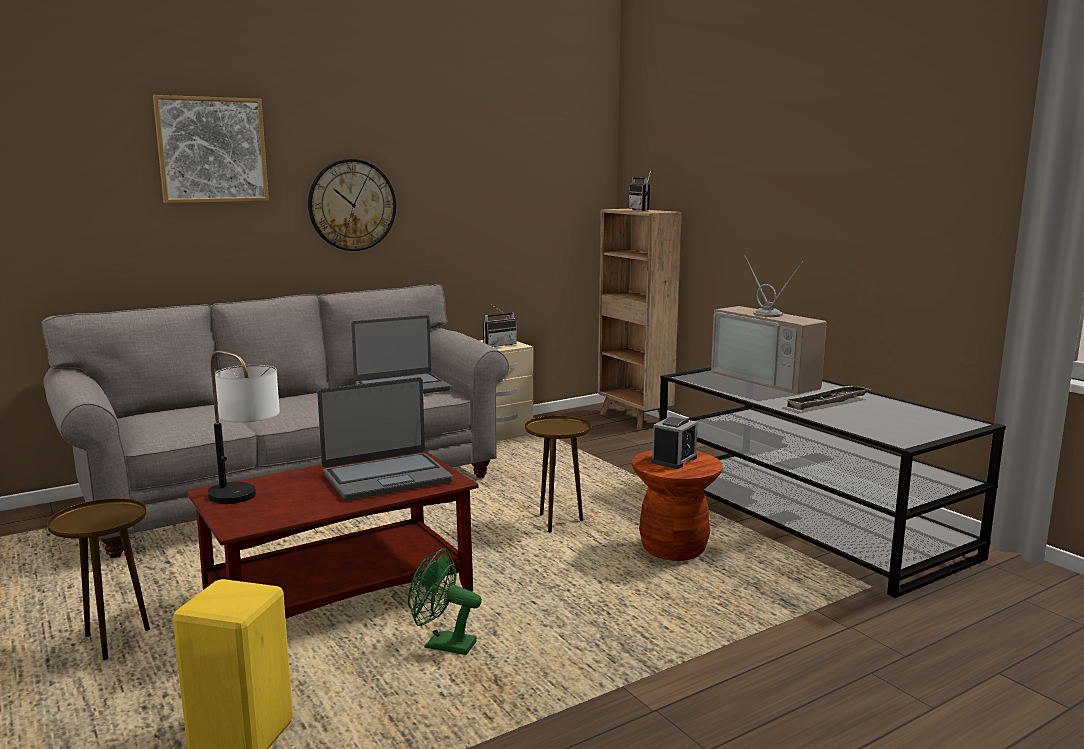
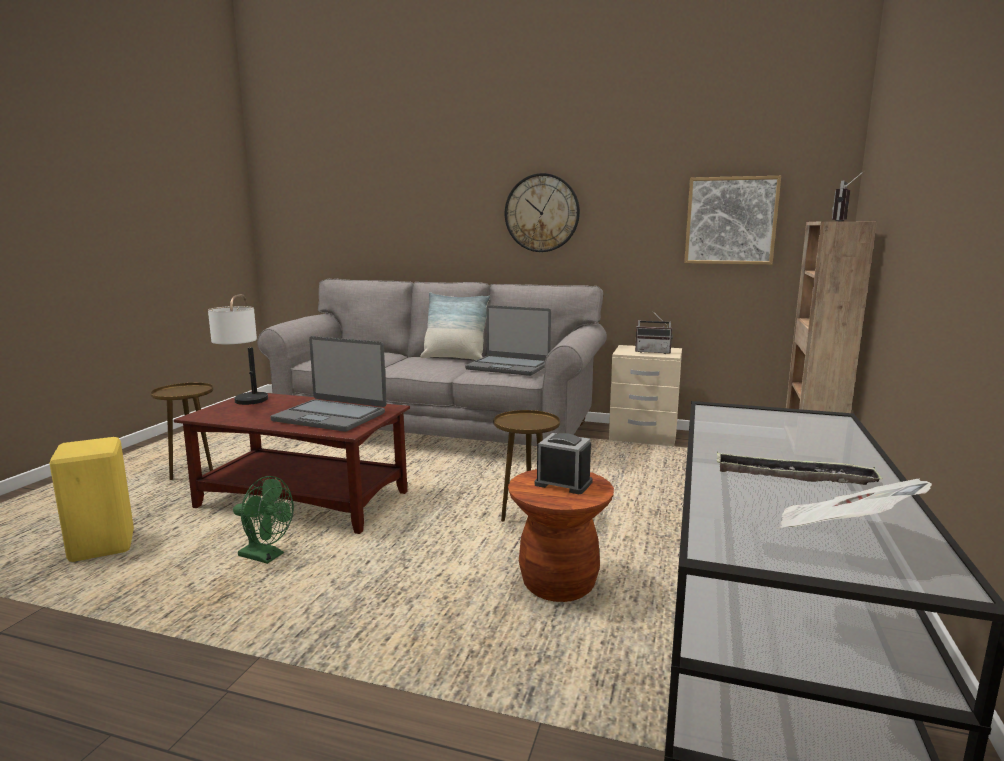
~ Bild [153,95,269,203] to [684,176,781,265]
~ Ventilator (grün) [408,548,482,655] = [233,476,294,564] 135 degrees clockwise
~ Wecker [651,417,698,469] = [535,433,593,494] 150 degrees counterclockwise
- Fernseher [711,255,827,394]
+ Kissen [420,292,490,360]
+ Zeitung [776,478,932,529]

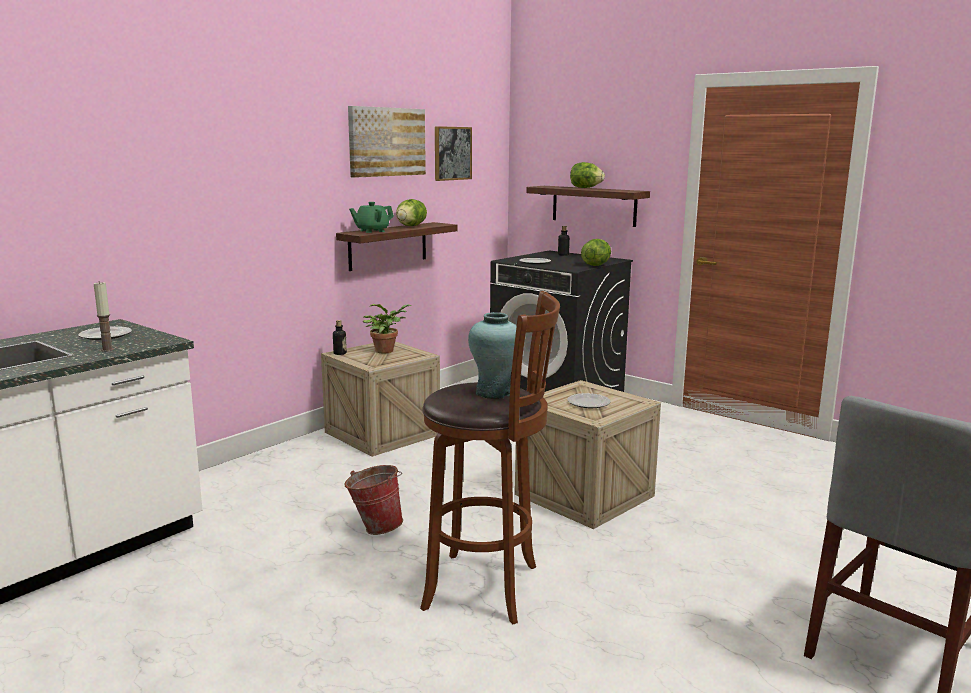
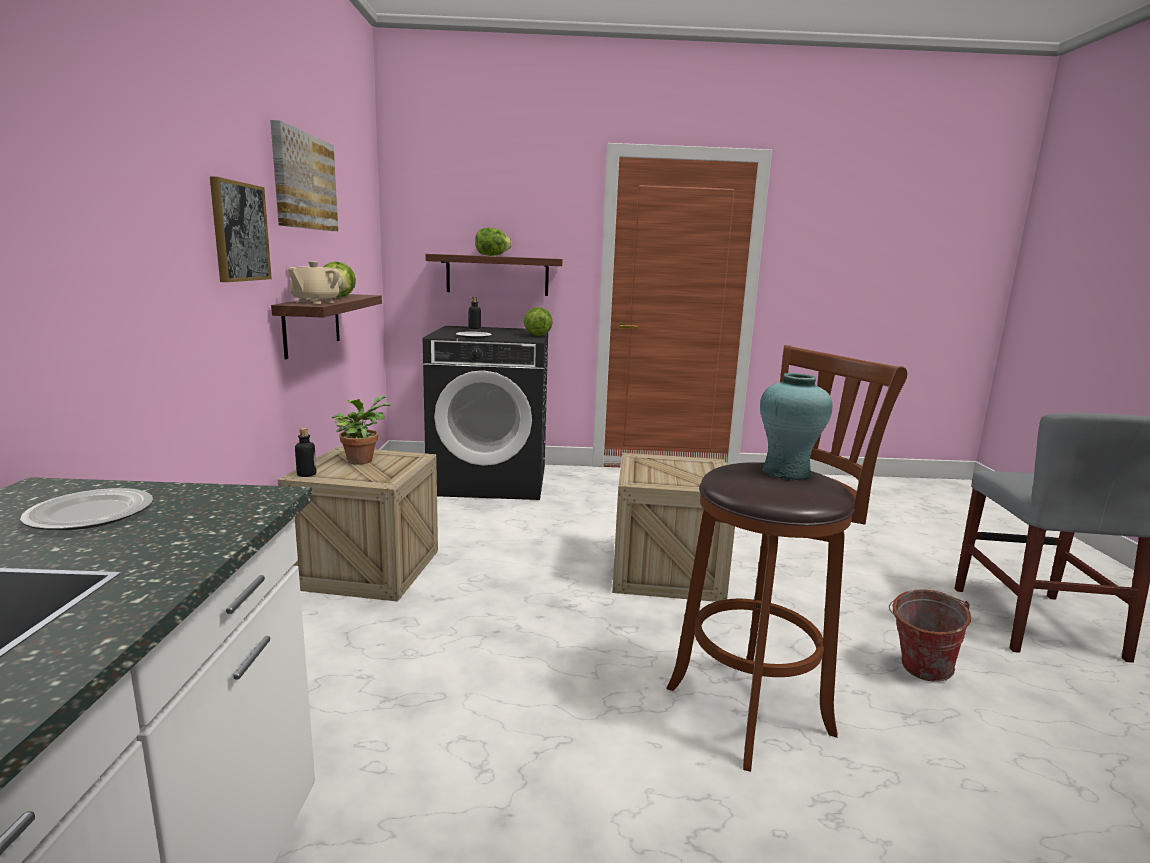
- Kerze [94,281,114,352]
~ Eimer [344,465,403,535] to [889,589,971,682]
~ Teekanne (grün) [349,202,394,233] to Teekanne (beige) [288,261,339,304]
~ Bild [435,126,472,181] to [210,176,272,282]
- Teller [567,393,611,408]

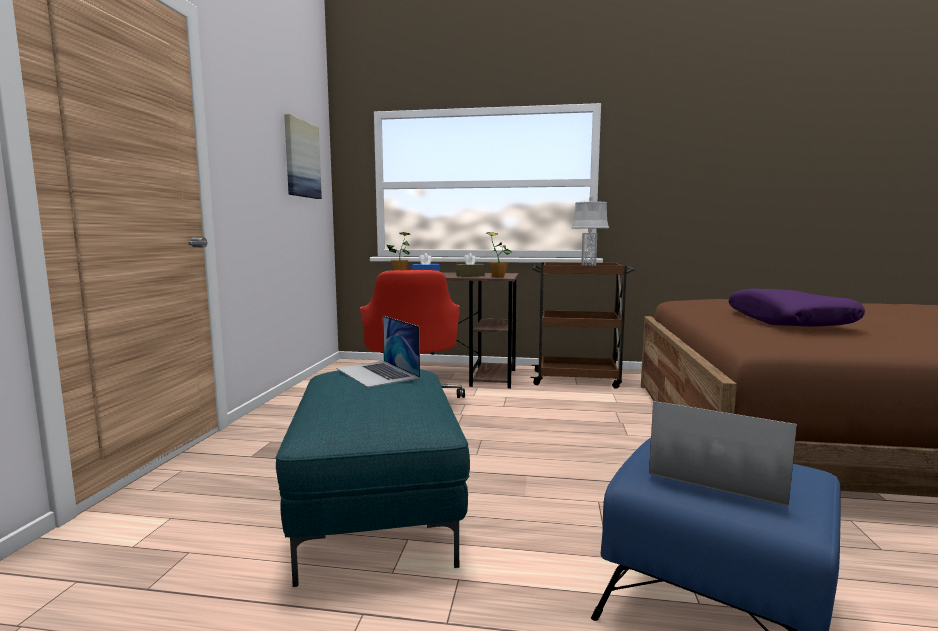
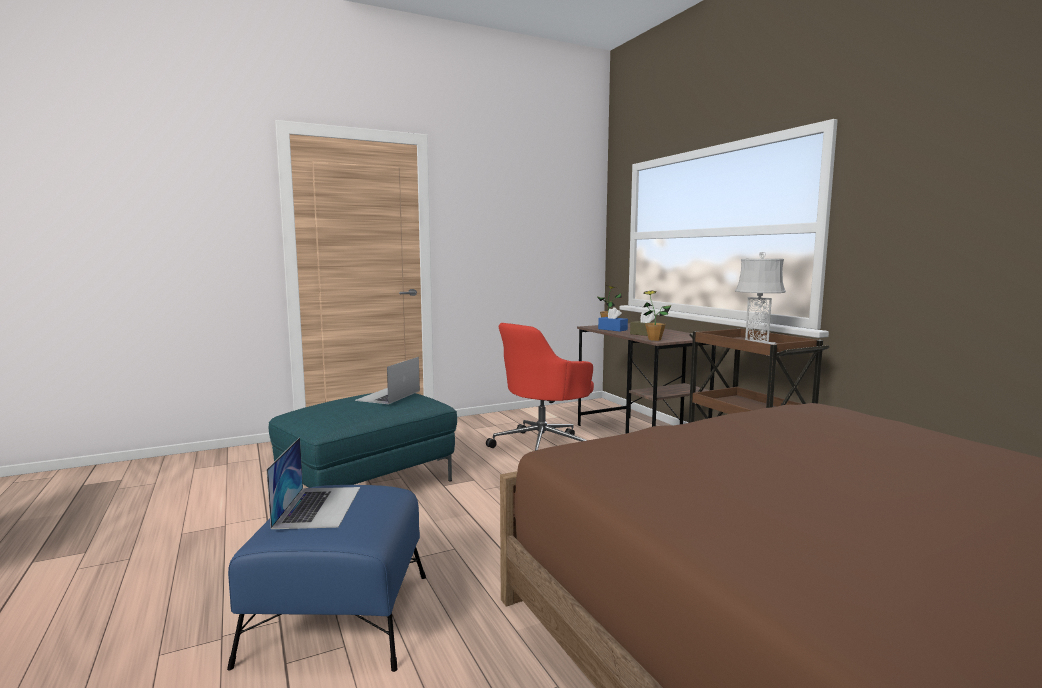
- Bild [284,114,322,199]
- Kissen (lila) [729,288,865,327]

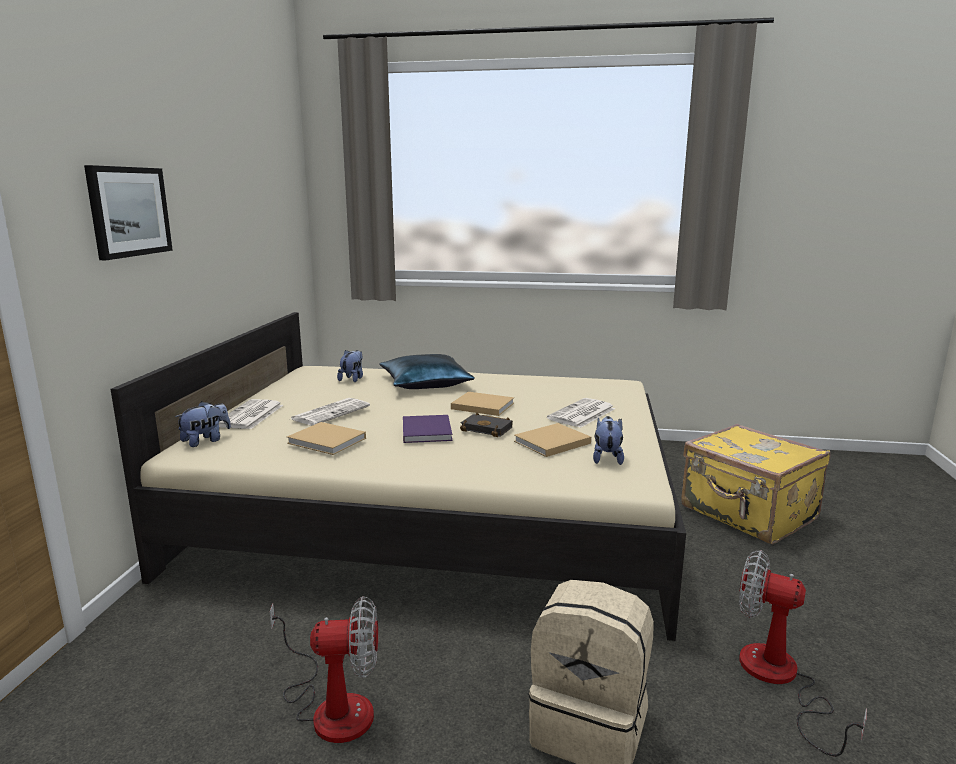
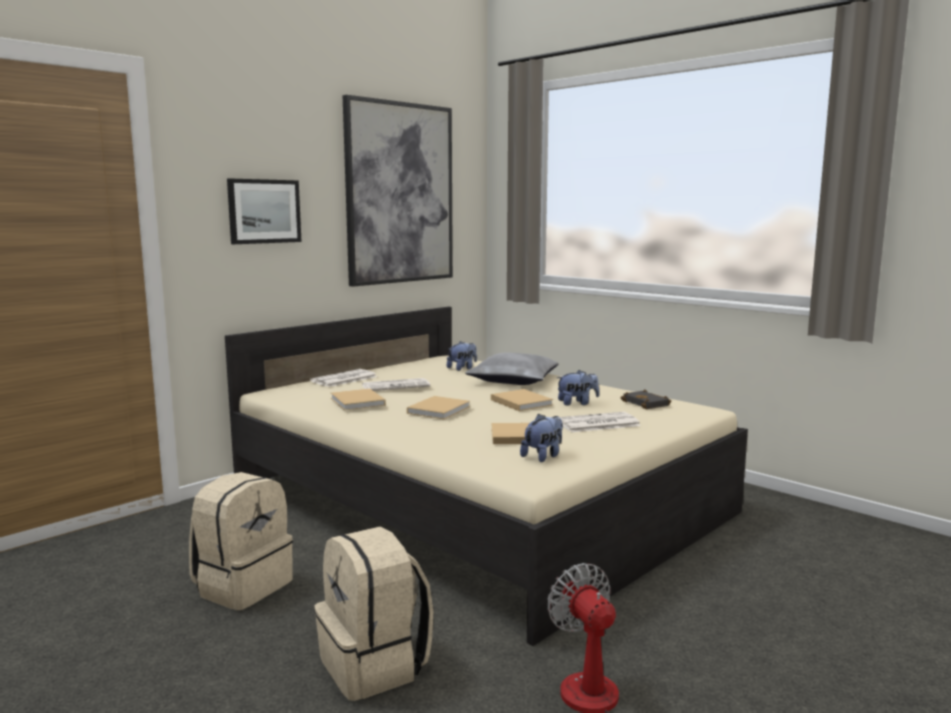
~ Plüschtier [175,401,231,447] to [557,370,599,406]
~ Ventilator [270,596,378,743] to Rucksack (beige) [189,472,293,610]
~ Kissen (blau) [379,354,475,389] to Kissen (grau) [465,353,559,385]
~ Buch (lila) [403,415,453,443] to Buch (beige) [407,396,470,419]
~ Buch (schwarz) [460,413,513,437] to [621,389,671,409]
- Koffer (gelb) [681,424,831,545]
+ Bild [343,95,453,287]

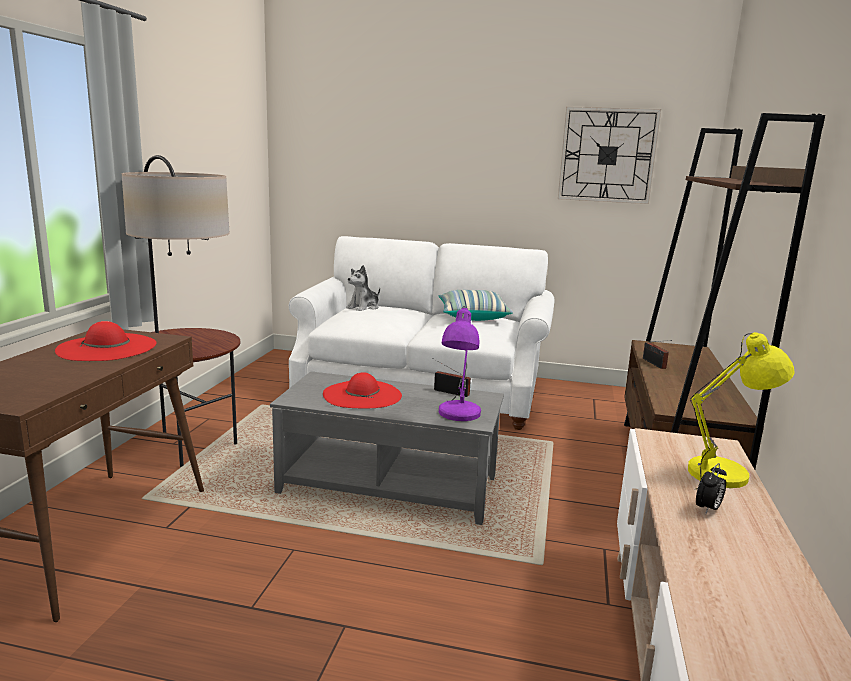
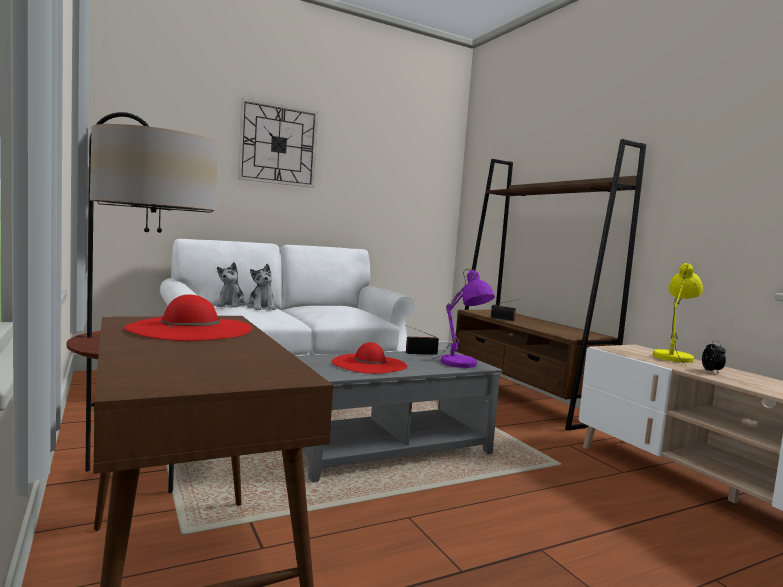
- Kissen [439,290,513,321]
~ Wanduhr [558,107,661,204] to [238,98,318,188]
+ Plüschtier [247,264,276,310]

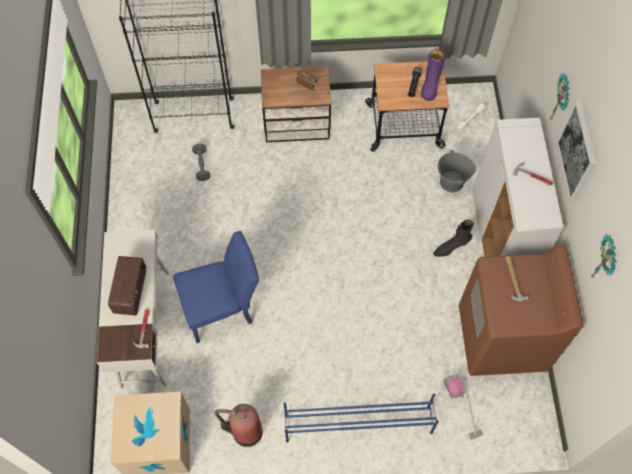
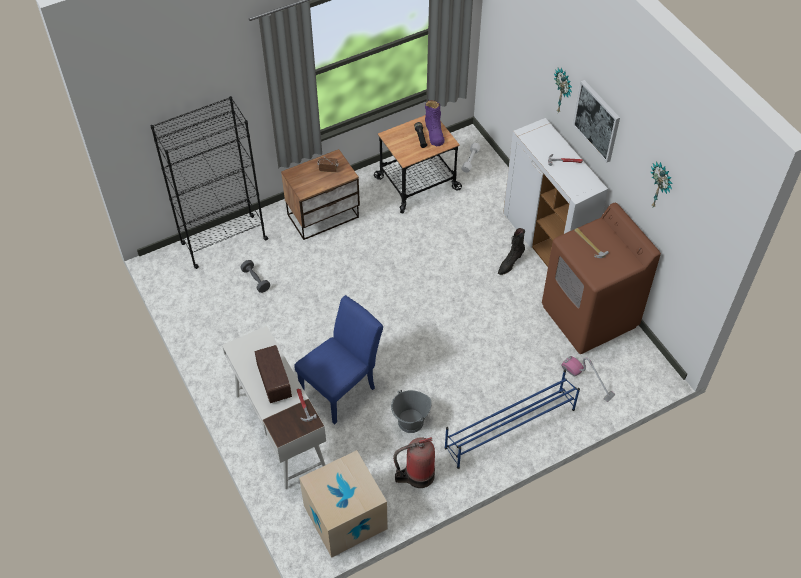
~ Eimer (grau) [437,150,476,192] to [391,390,432,433]

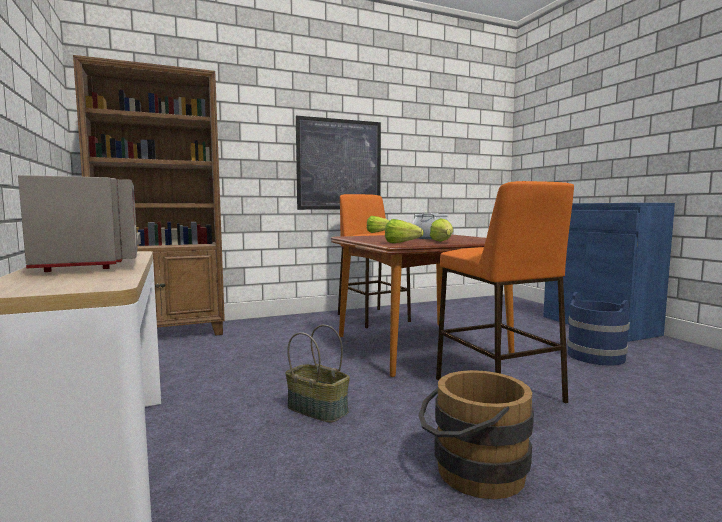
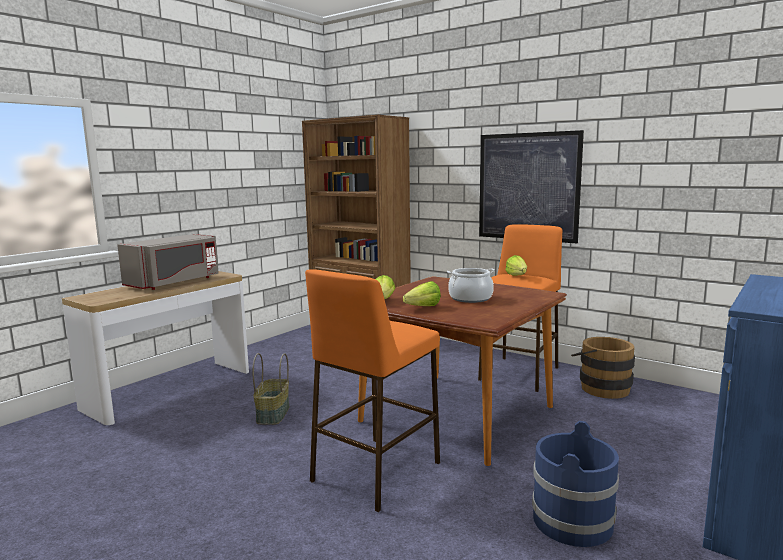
~ Eimer (braun) [418,370,534,499] to [571,337,635,399]

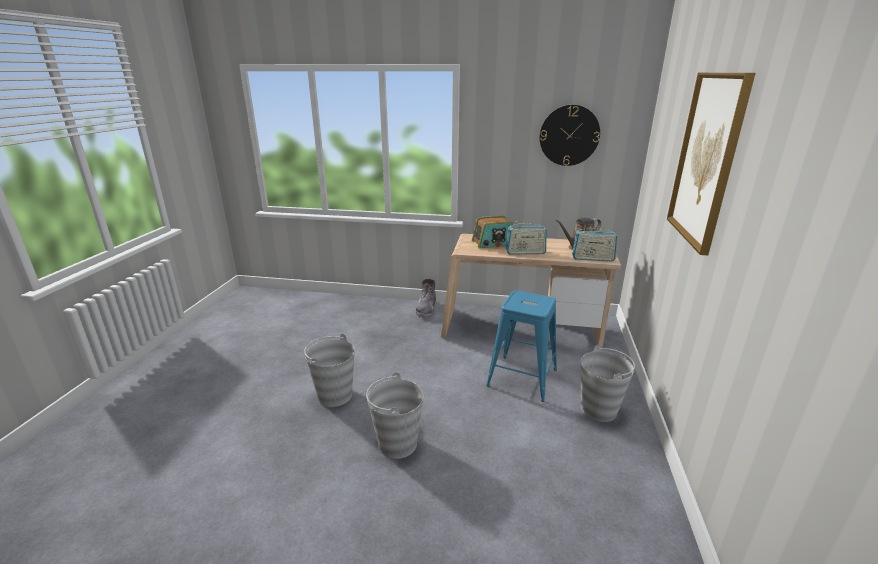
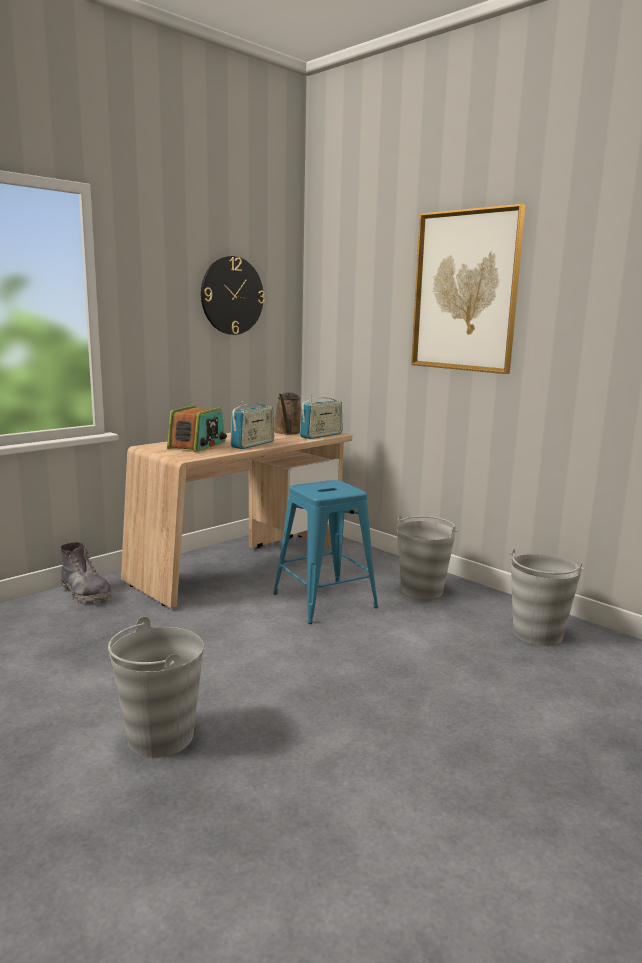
~ Eimer (grau) [366,372,424,459] to [509,549,585,646]

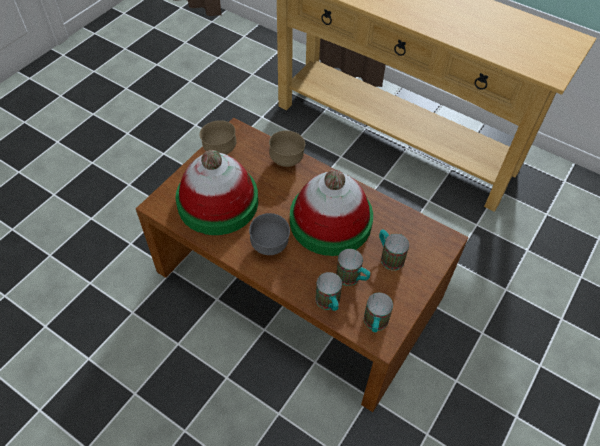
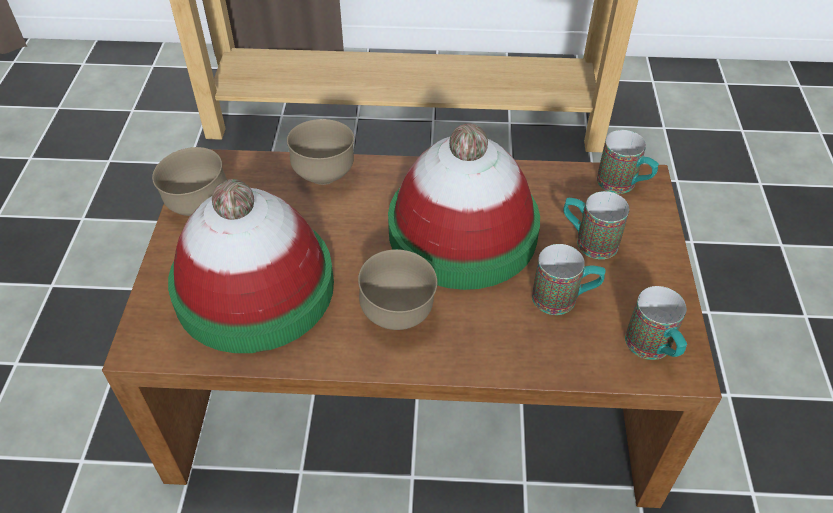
~ Schüssel (grau) [249,213,290,255] to Schüssel (braun) [358,249,437,330]
~ Henkelbecher [315,272,342,311] to [597,130,659,194]

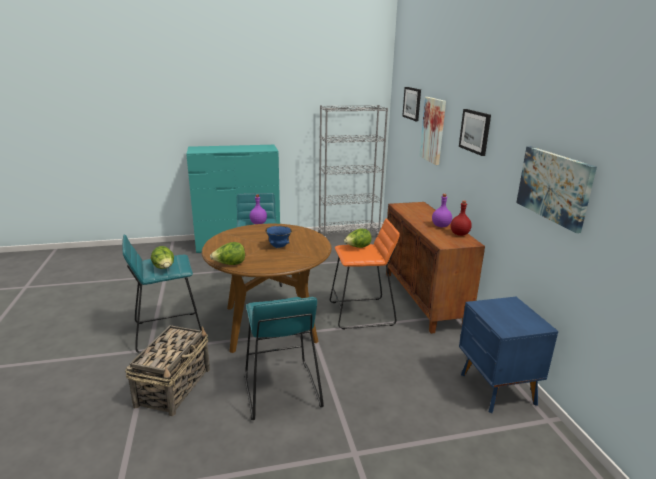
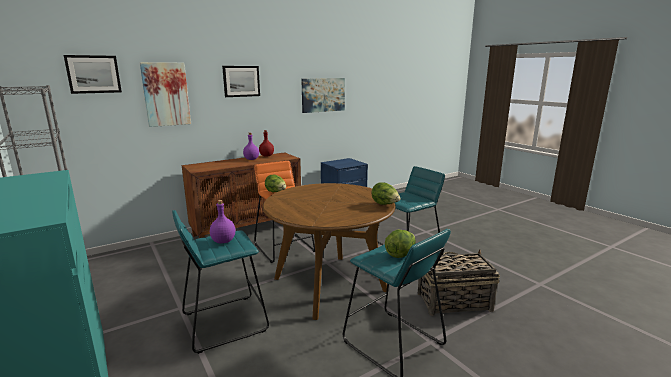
- Schüssel (blau) [265,226,292,248]

